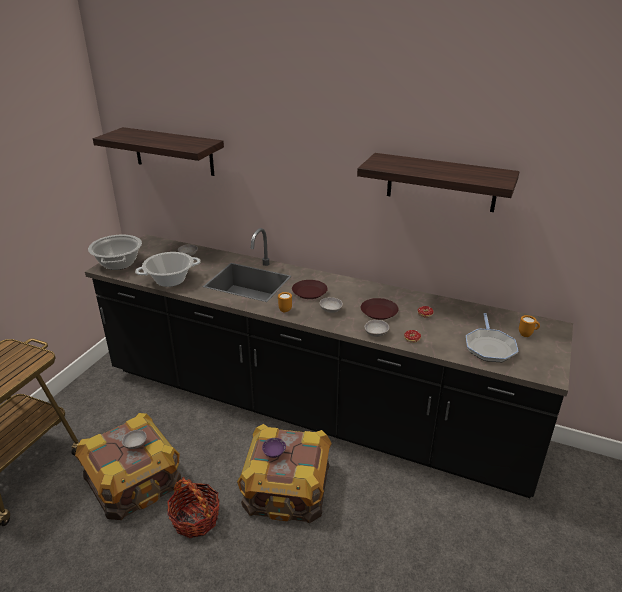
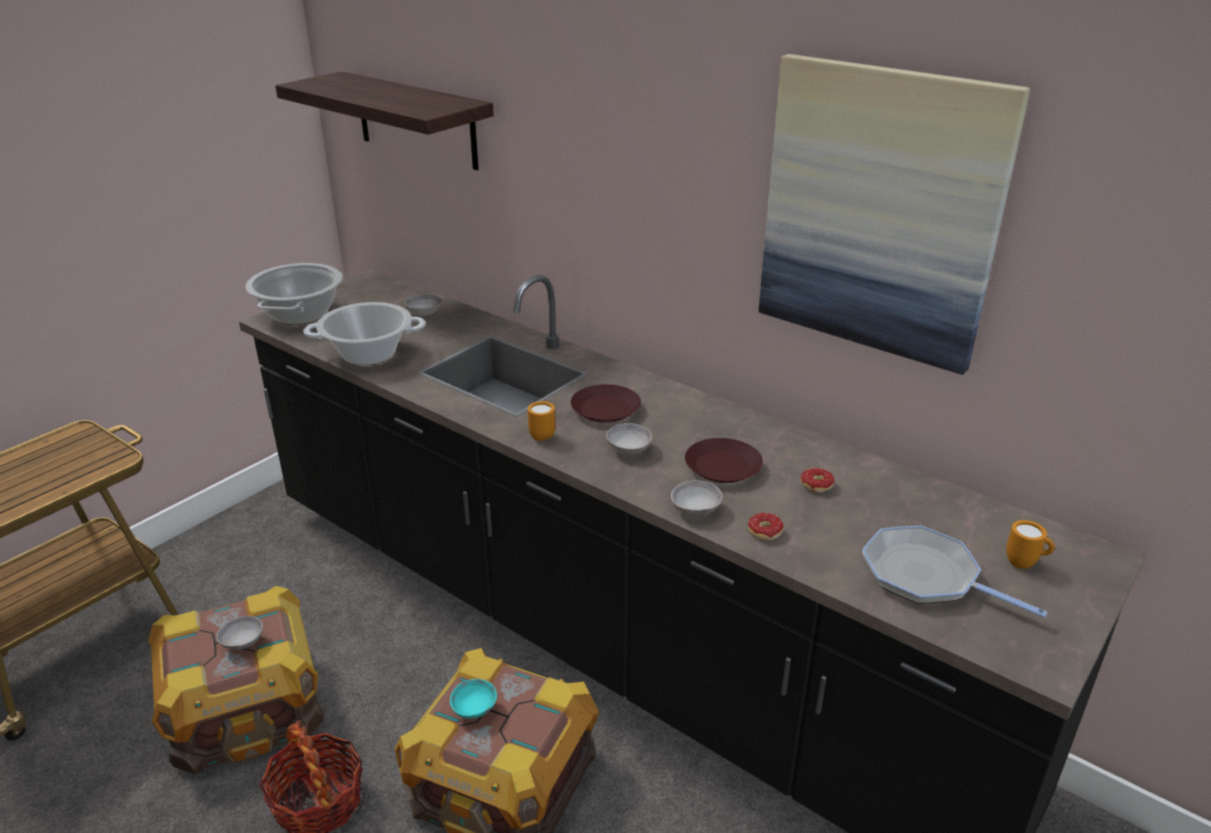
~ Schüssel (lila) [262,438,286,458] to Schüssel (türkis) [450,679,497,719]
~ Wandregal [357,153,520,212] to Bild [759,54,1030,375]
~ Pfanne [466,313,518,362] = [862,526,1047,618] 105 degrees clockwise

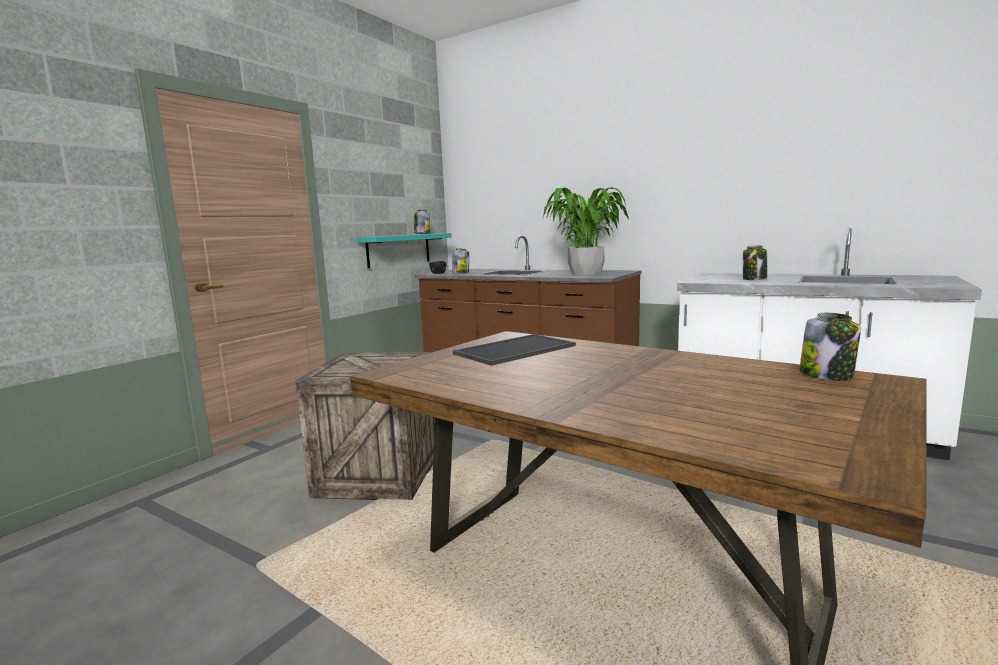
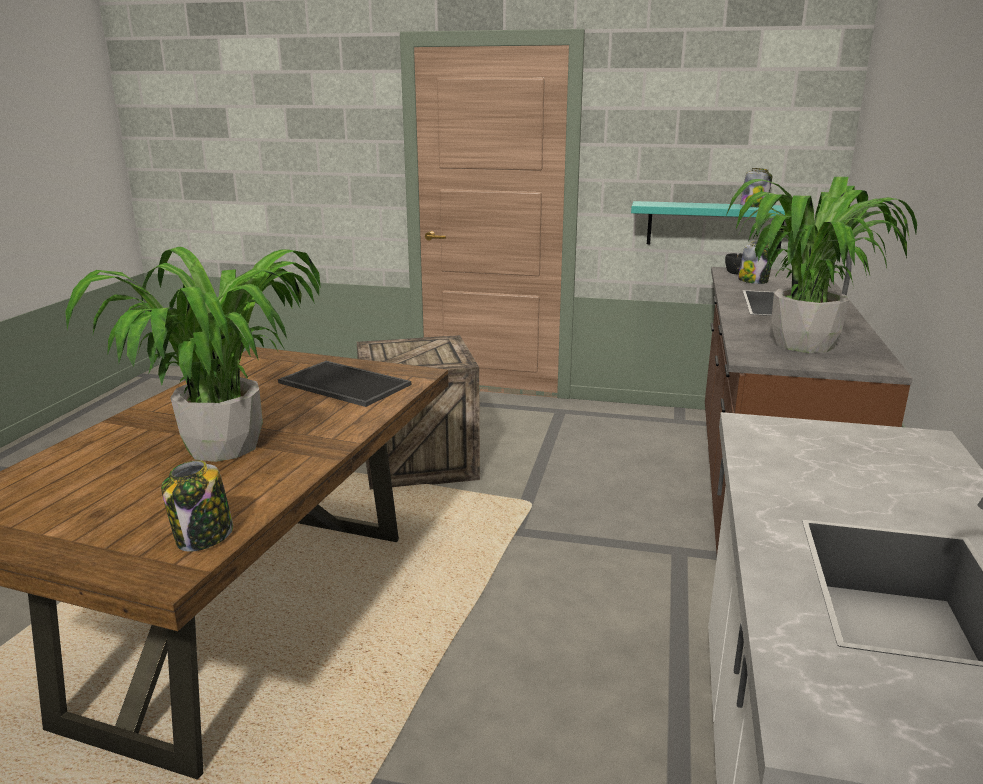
- Vorratsglas [743,245,767,280]
+ Topfpflanze [66,247,321,462]

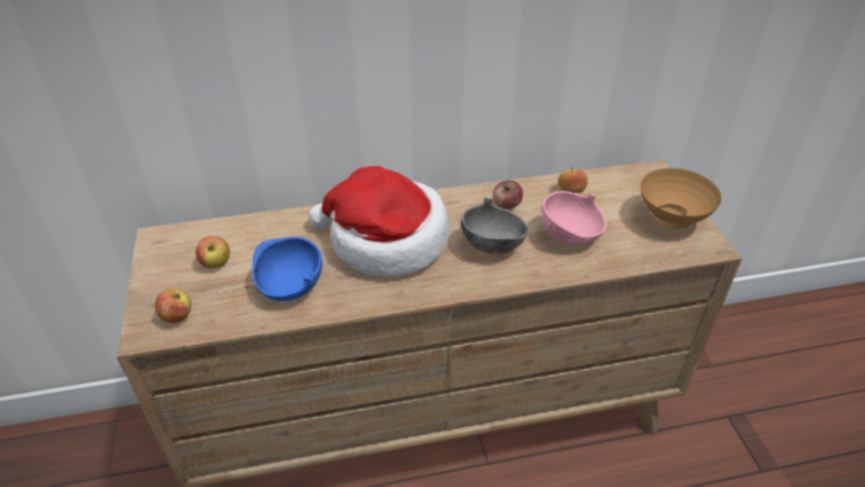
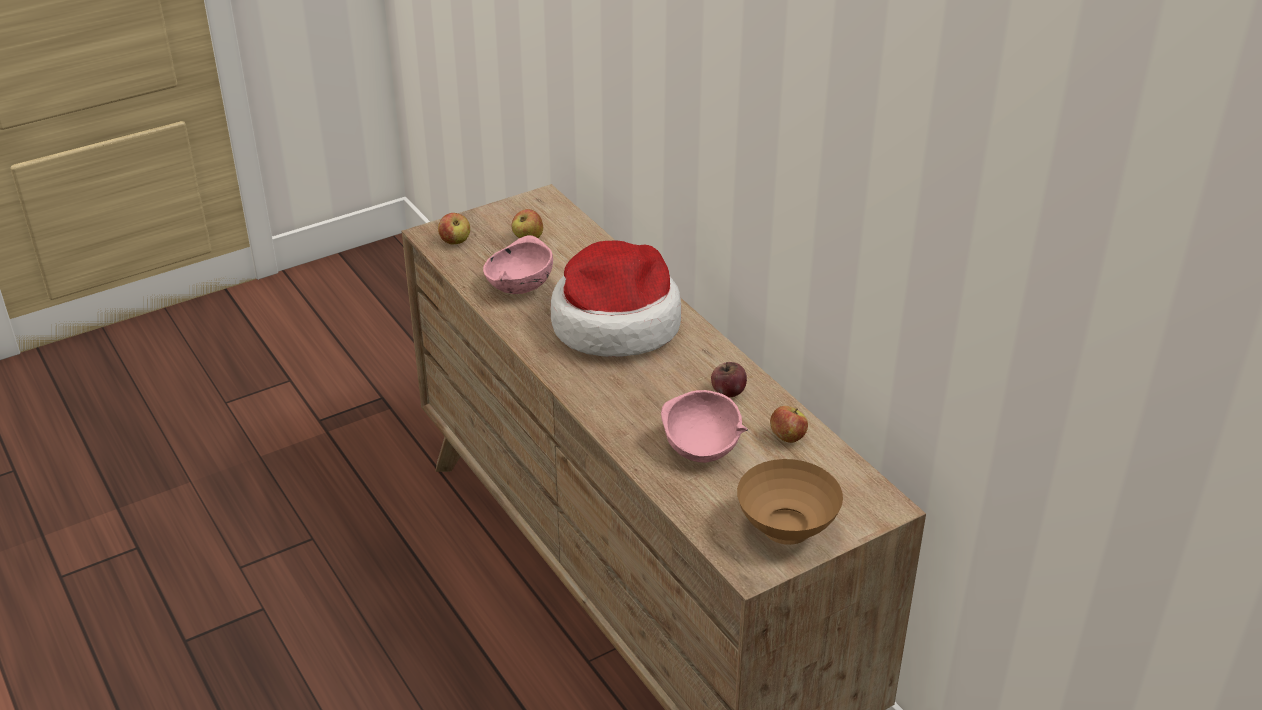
~ Schüssel (blau) [252,237,323,301] to Schüssel (rosa) [483,235,553,294]
- Schüssel (grau) [461,197,527,254]

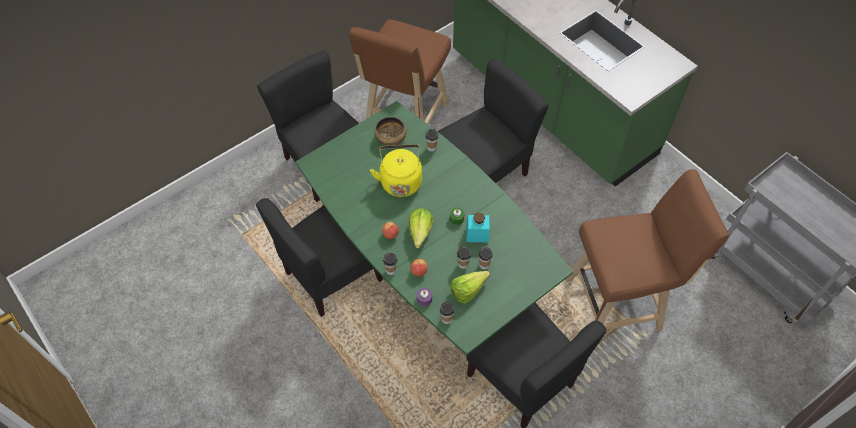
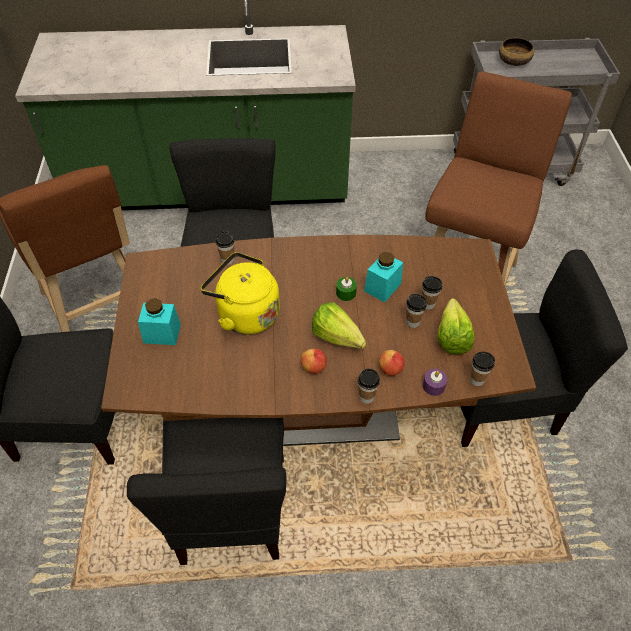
~ Esstisch (grün) [296,101,573,355] to Esstisch (braun) [101,235,536,446]
~ Schüssel [375,117,406,146] to [499,38,534,66]
+ Vorratsglas (türkis) [138,298,181,345]

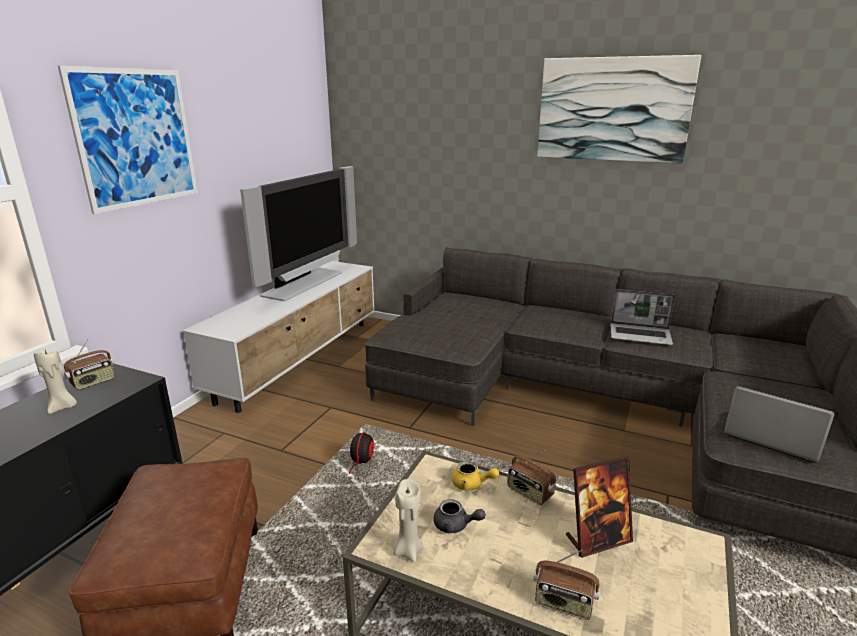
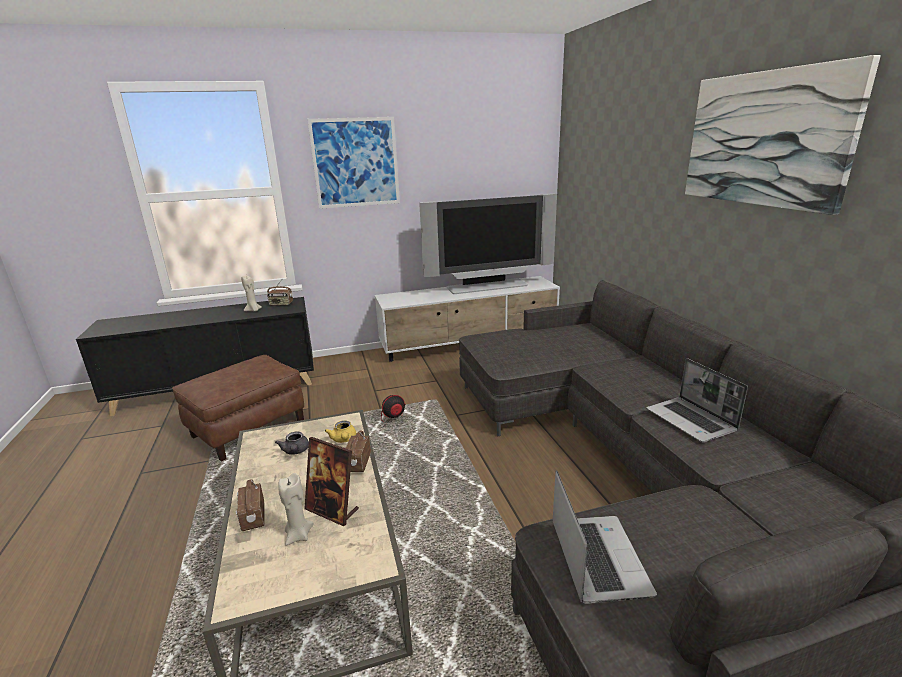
~ Kerze (beige) [394,479,423,562] to [278,473,314,546]

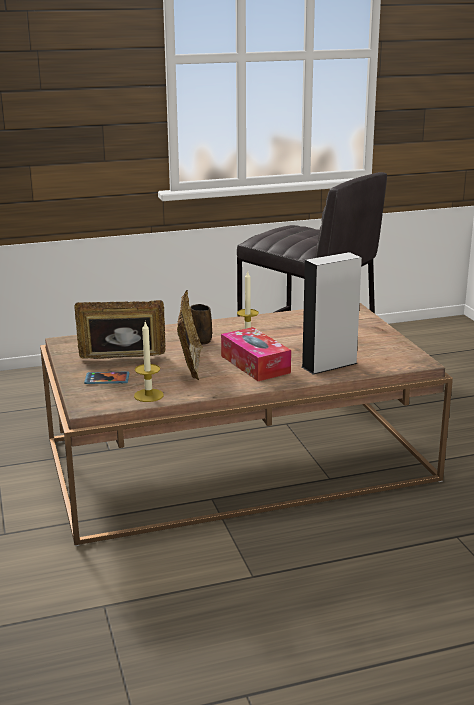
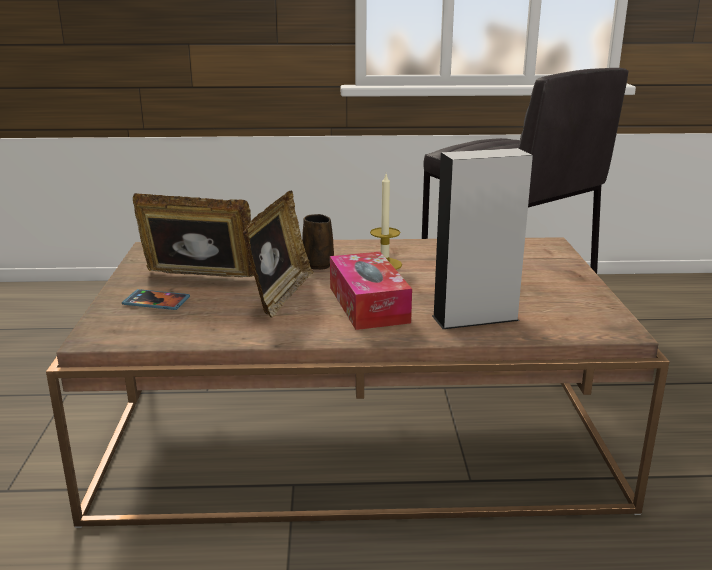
- Kerze [134,322,164,402]

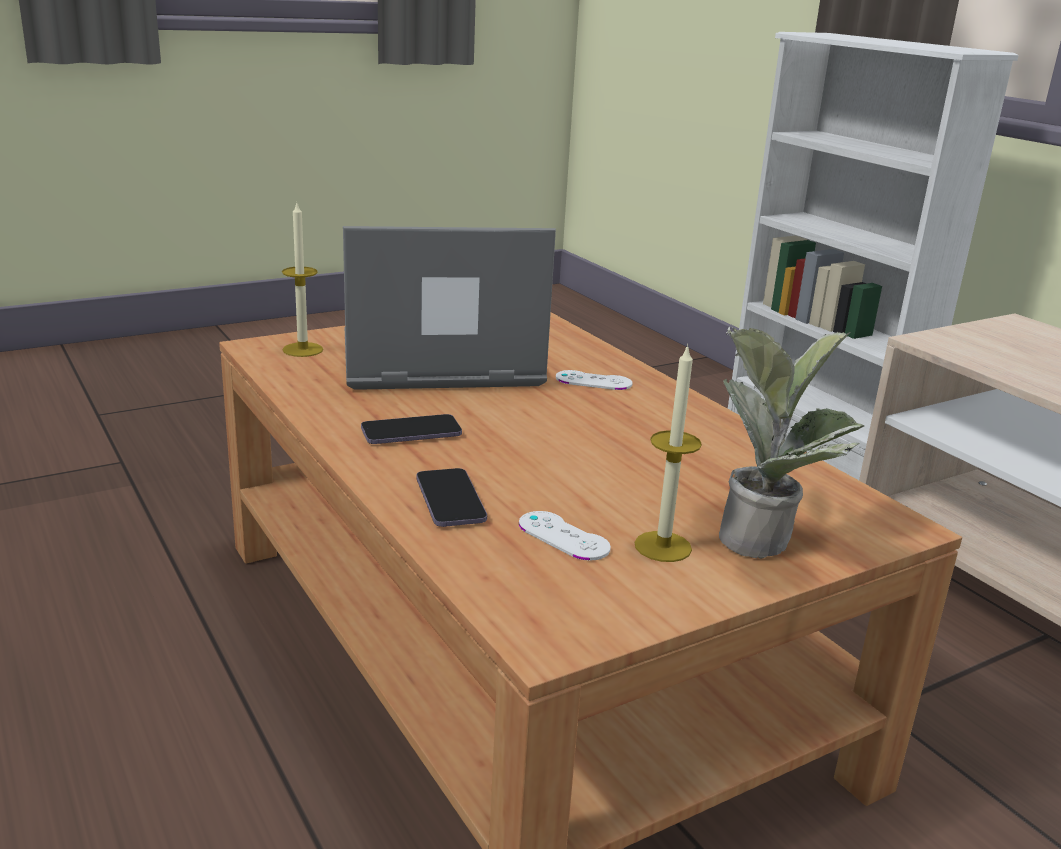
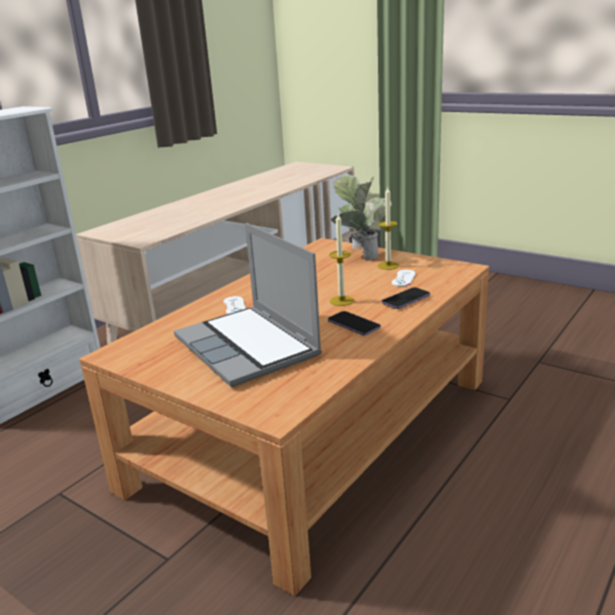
~ Kerze [282,203,323,357] to [329,214,354,306]

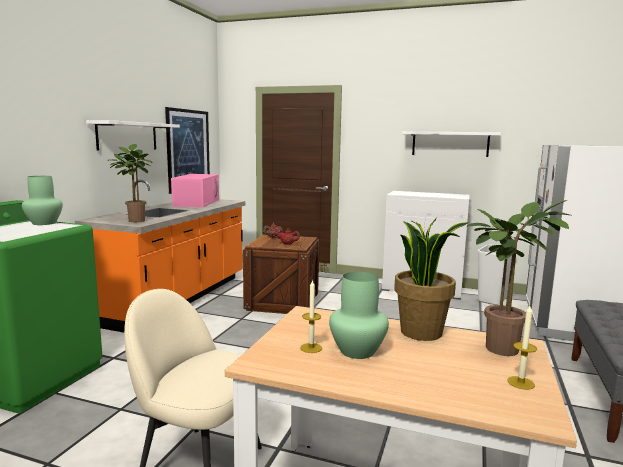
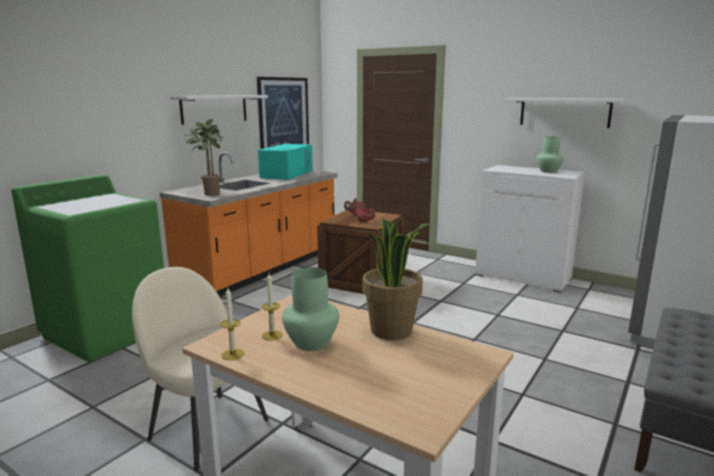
~ Vase (grün) [22,176,63,225] to [536,137,564,173]
~ Mikrowelle (rosa) [171,174,219,207] to Mikrowelle (türkis) [258,144,313,180]
- Topfpflanze [467,200,569,356]
- Mülleimer (weiß) [477,244,512,305]
~ Kerze [507,306,537,390] to [221,288,244,360]

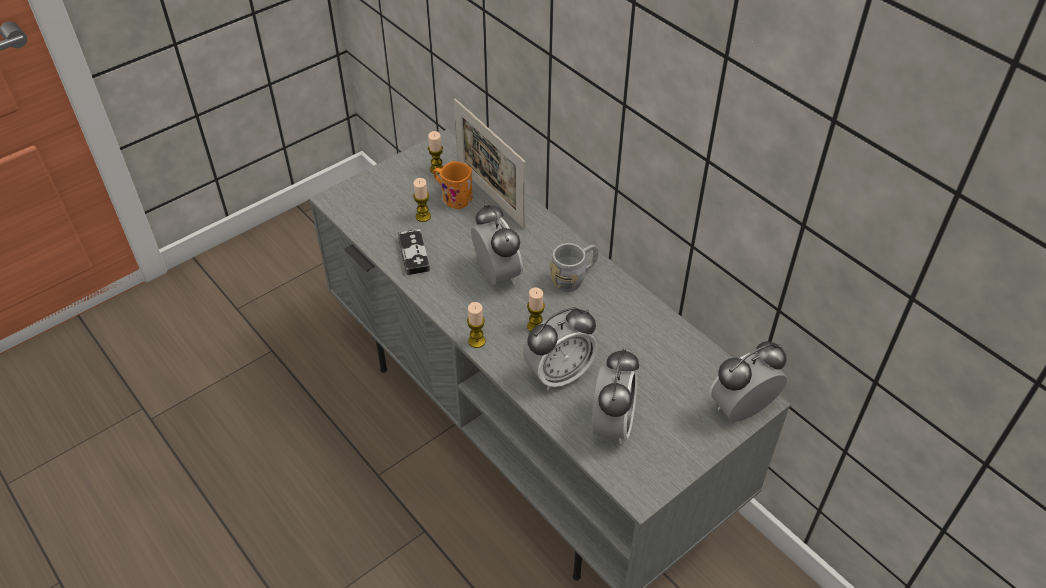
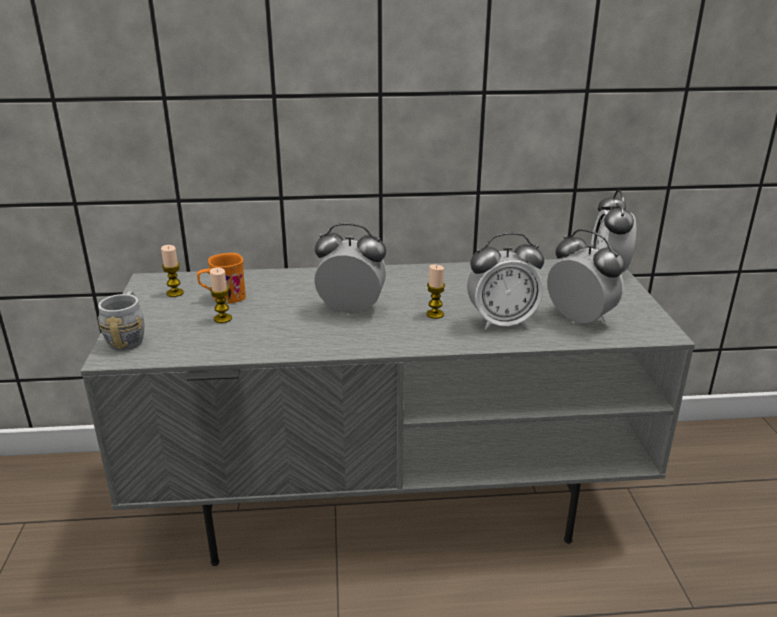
- Gamepad [398,229,430,275]
- Bilderrahmen [454,99,526,228]
- Kerze [467,302,486,348]
~ Wecker [523,307,597,390] = [467,233,544,330] 75 degrees clockwise
~ Henkelbecher (grau) [550,243,598,292] to [98,292,144,351]

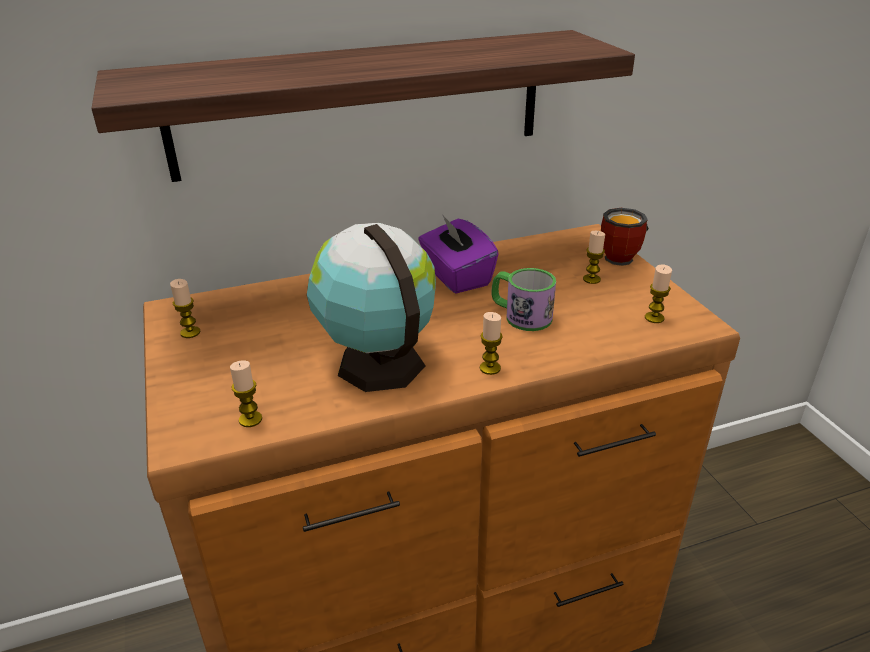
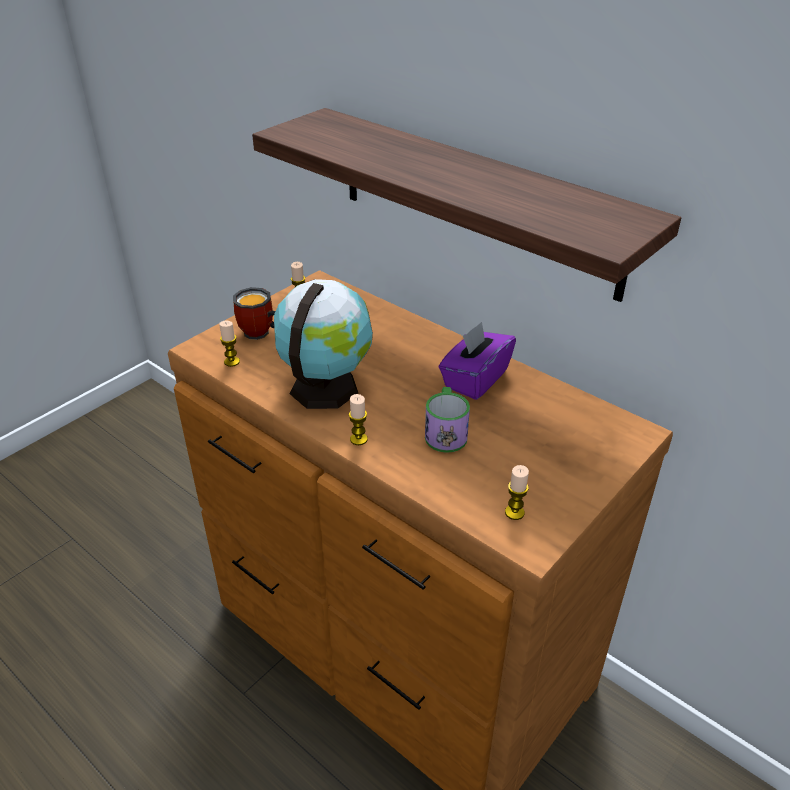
- Kerze [583,231,605,284]
~ Henkelbecher [601,208,649,266] to [233,287,276,340]

